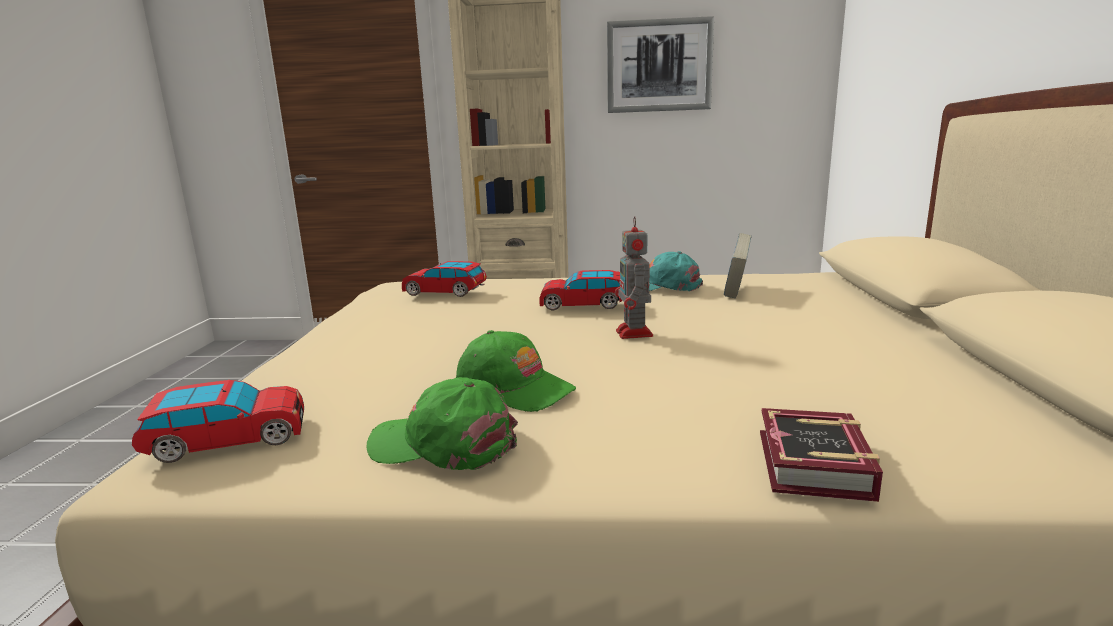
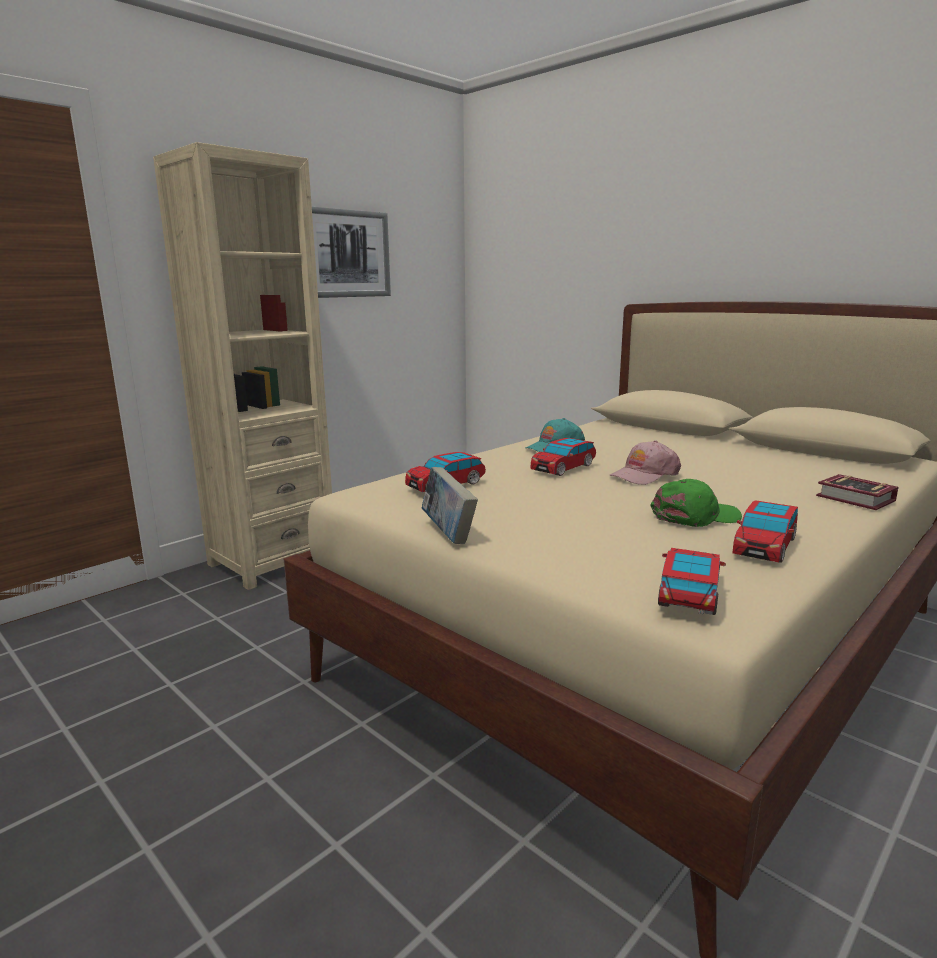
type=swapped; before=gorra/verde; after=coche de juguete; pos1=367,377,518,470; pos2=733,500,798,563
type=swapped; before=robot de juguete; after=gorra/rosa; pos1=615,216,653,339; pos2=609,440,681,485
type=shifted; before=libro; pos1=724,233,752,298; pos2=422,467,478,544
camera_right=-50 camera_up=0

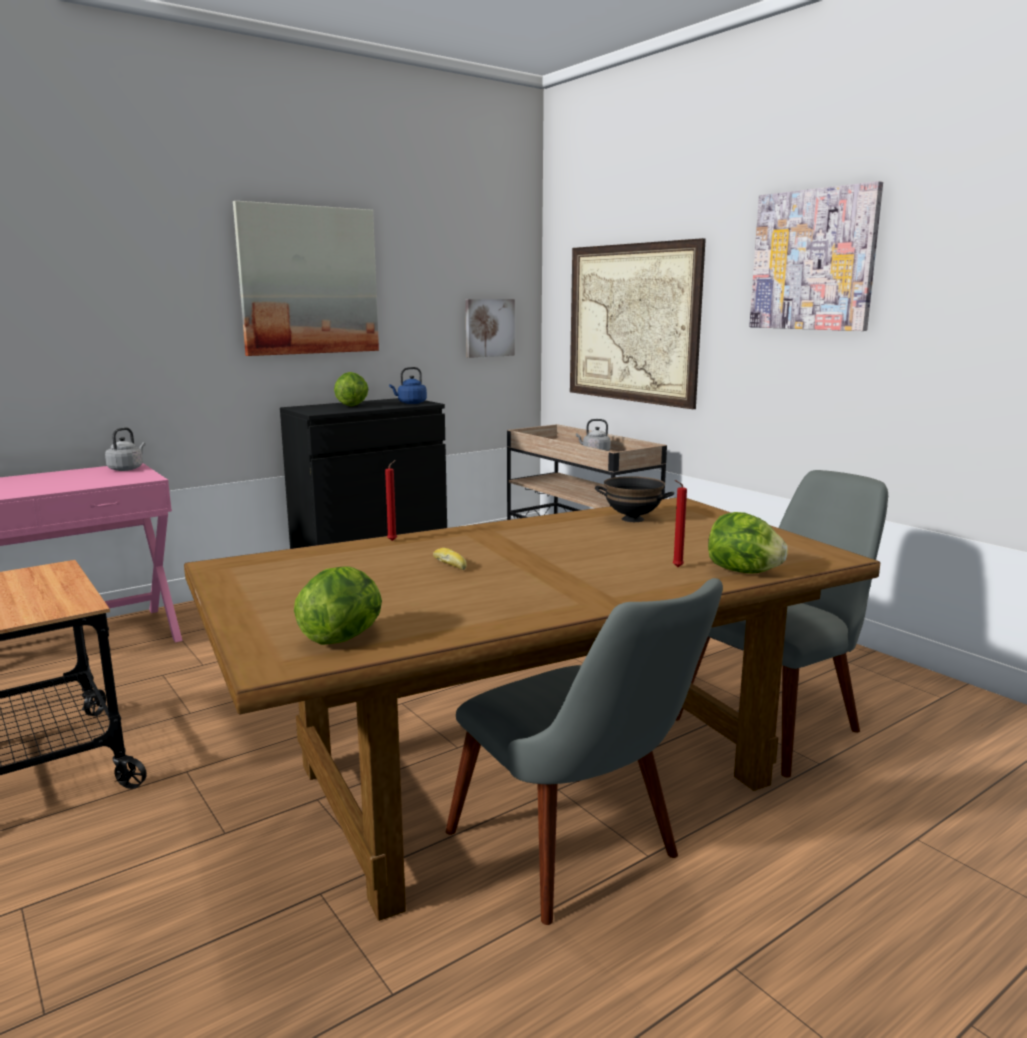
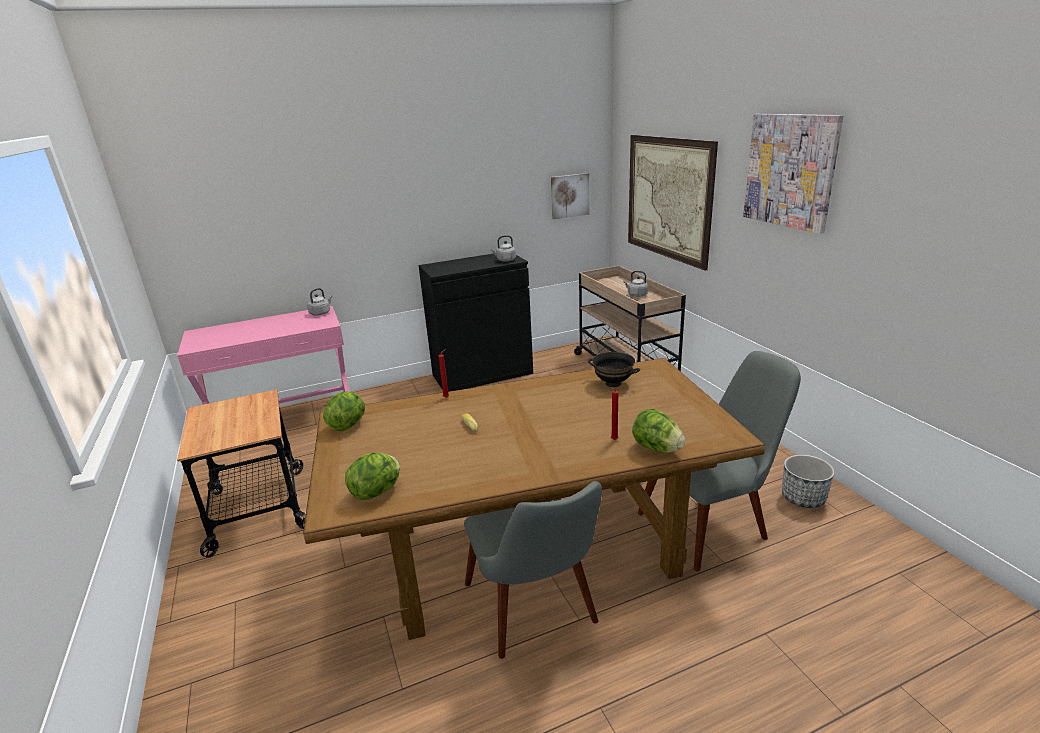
type=gone; before=cuadro; pos1=233,201,379,356
type=shifted; before=lechuga; pos1=334,372,368,407; pos2=323,391,365,431
type=repainted; before=hervidor/azul; after=hervidor/gris; pos1=389,367,427,404; pos2=490,235,516,262
type=new; after=maceta; pos2=782,455,835,508
camera_right=15 camera_up=10

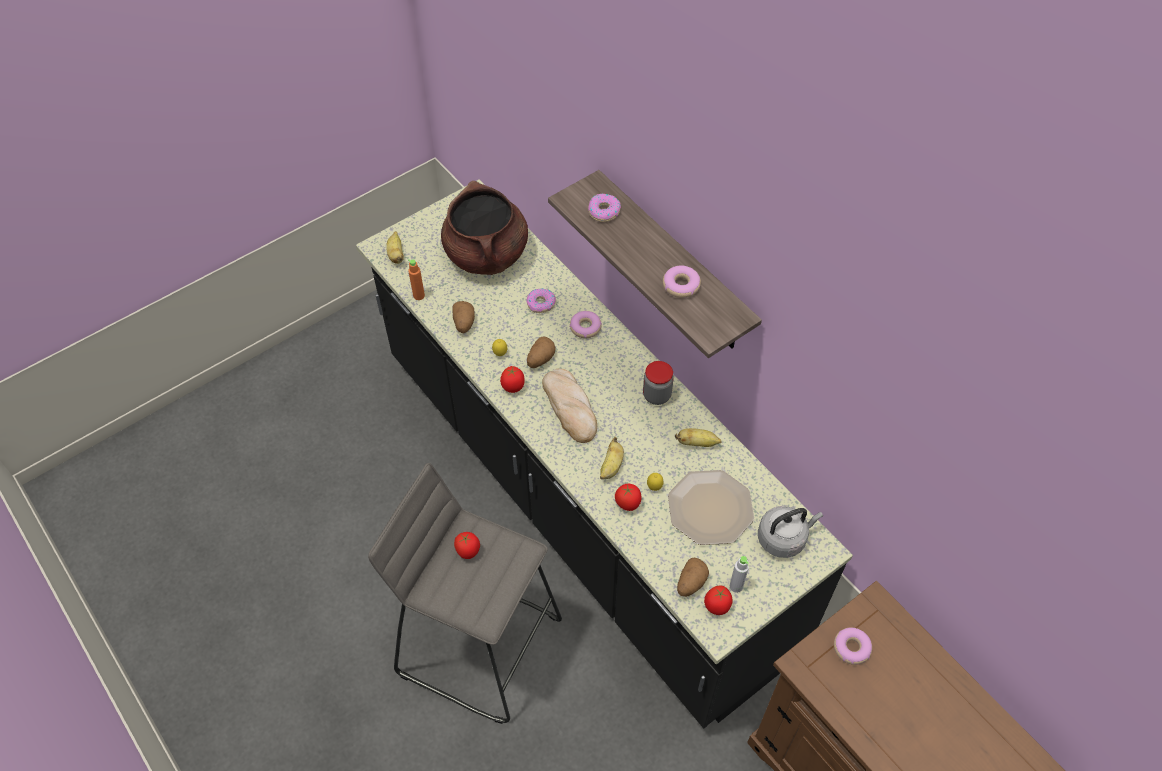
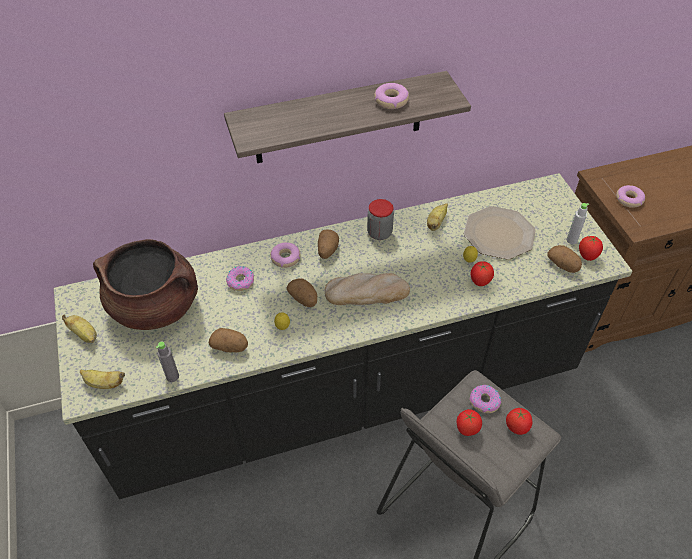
type=repainted; before=botella/naranja; after=botella/gris; pos1=408,259,425,300; pos2=156,341,179,382
type=shifted; before=tomate; pos1=500,366,525,393; pos2=506,408,532,435
type=shifted; before=rosquilla; pos1=588,193,621,222; pos2=470,385,501,413
type=shifted; before=plátano; pos1=600,437,624,479; pos2=62,315,97,343
type=gone; before=hervidor/gris; pos1=758,506,823,558
type=new; after=patata; pos2=318,229,339,259
camera_right=-70 camera_up=-5

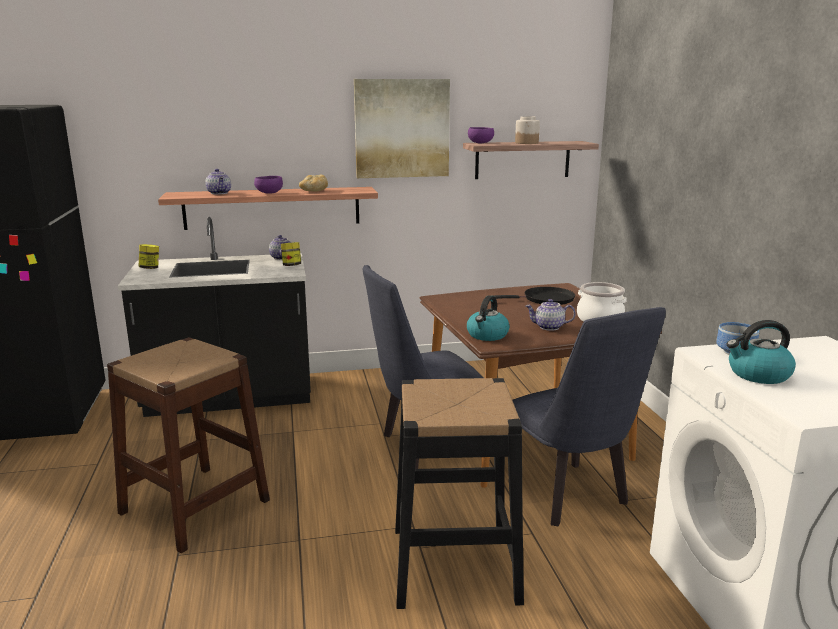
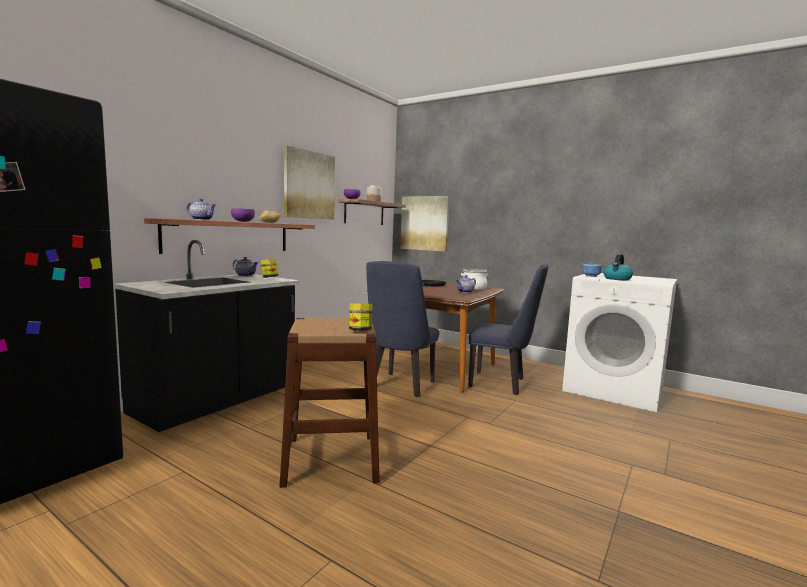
type=shifted; before=tarro; pos1=139,244,159,269; pos2=349,303,373,331
type=gone; before=taburete/negro; pos1=395,378,524,609
type=gone; before=hervidor; pos1=467,295,509,341
type=new; after=cuadro; pos2=400,196,450,252
camera_right=-45 camera_up=-10

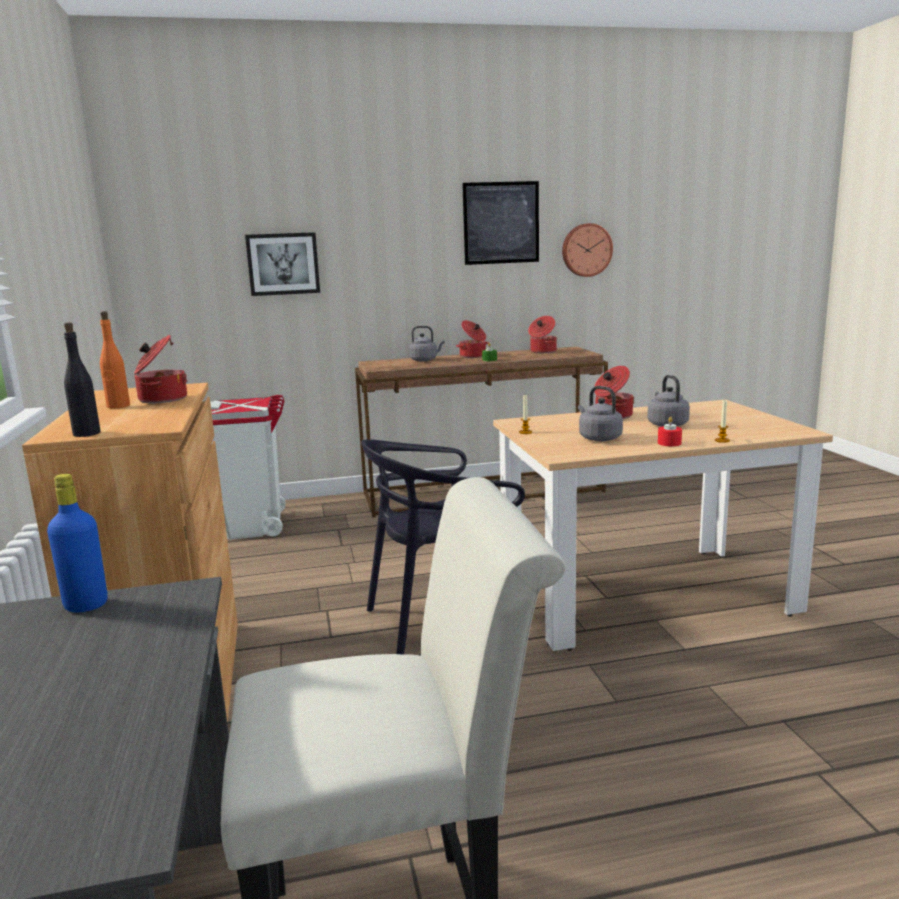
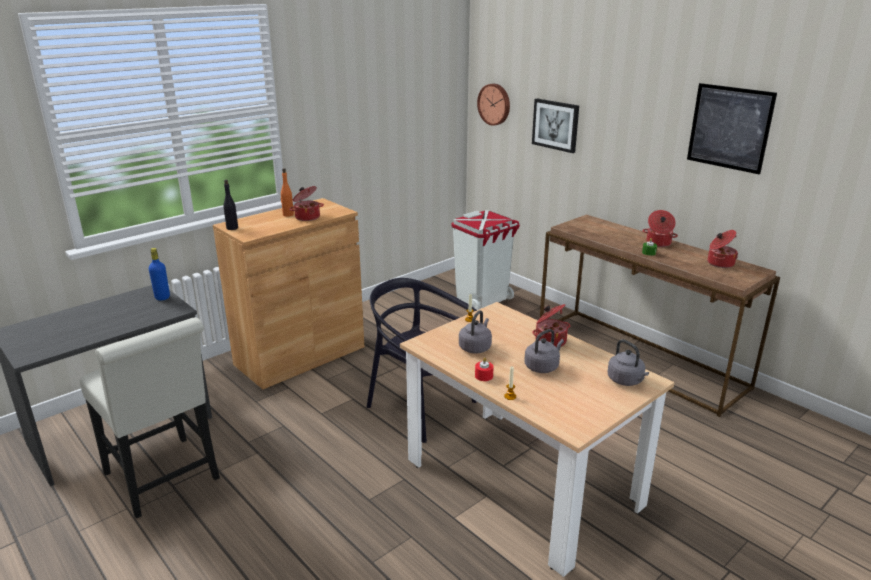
type=shifted; before=hervidor/gris; pos1=409,326,445,361; pos2=608,339,649,386
type=shifted; before=reloj de pared; pos1=562,223,613,277; pos2=477,84,510,126
camera_right=60 camera_up=10

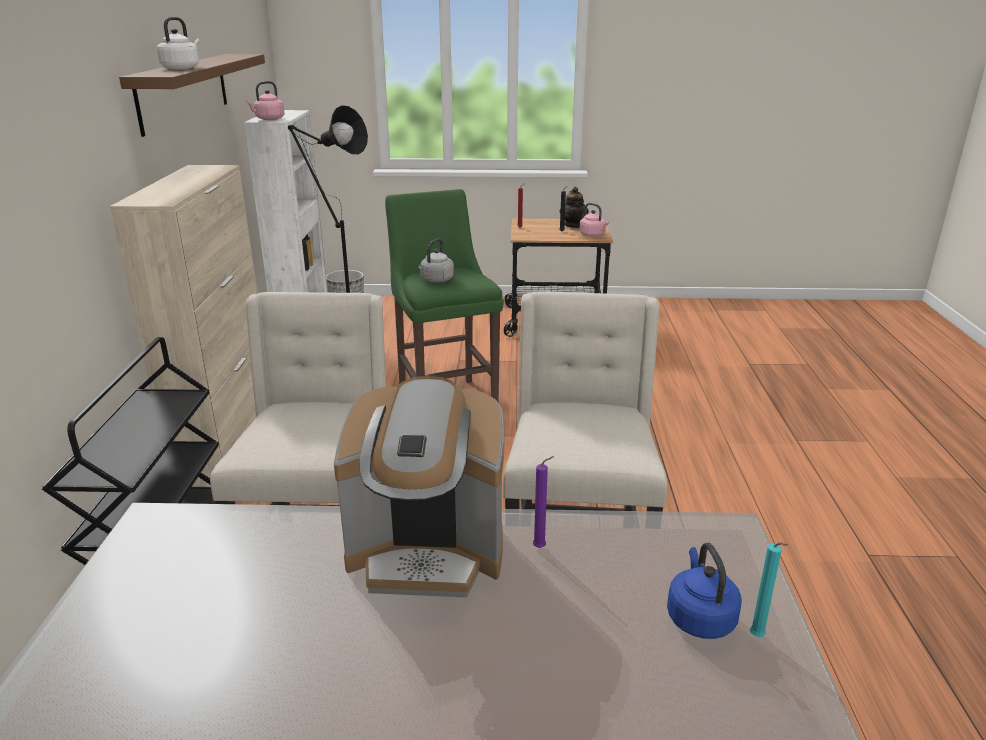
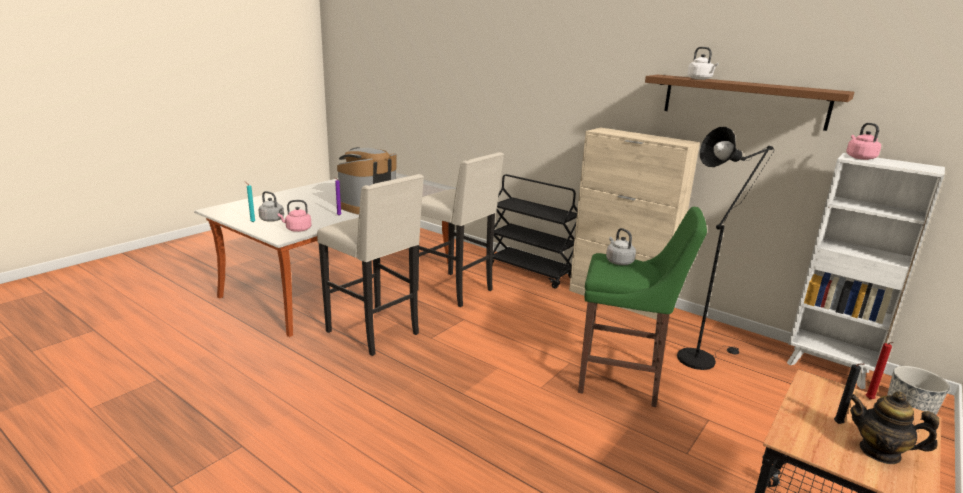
type=shifted; before=hervidor/rosa; pos1=579,203,609,237; pos2=278,200,312,232
type=repainted; before=hervidor/azul; after=hervidor/gris; pos1=667,543,742,639; pos2=259,191,284,222
camera_right=125 camera_up=-5

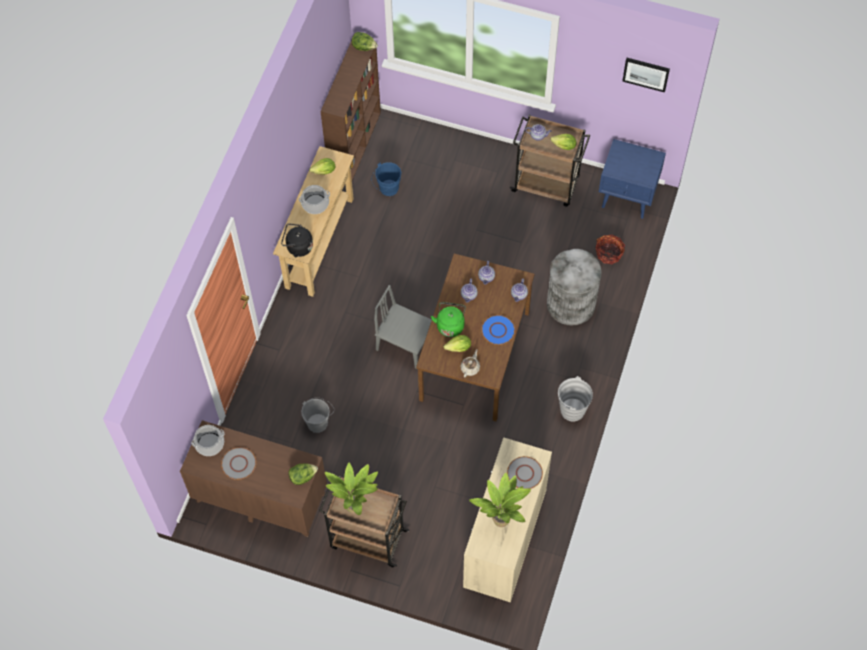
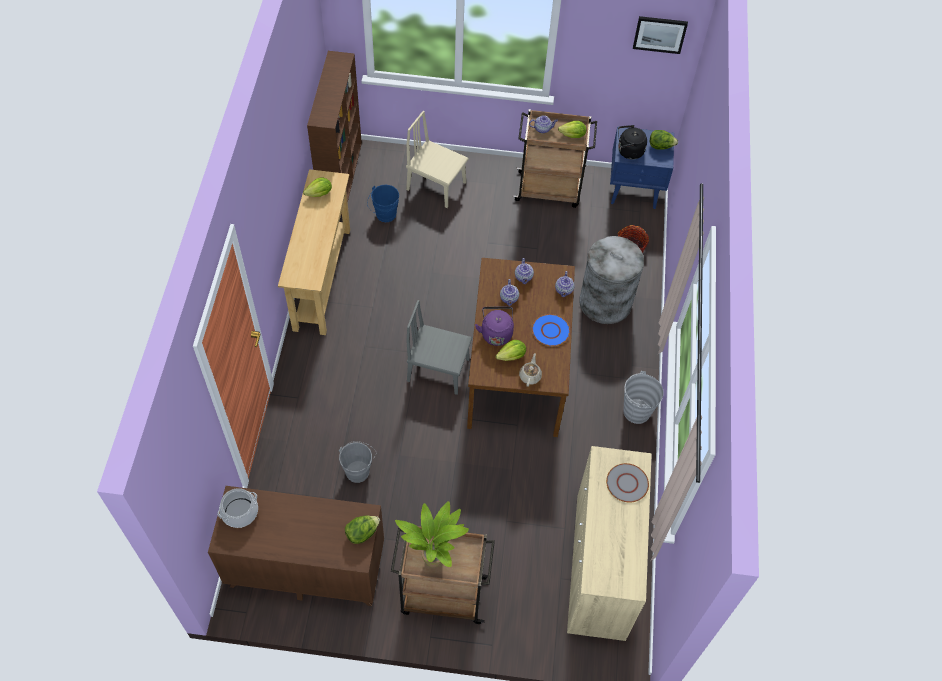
type=gone; before=plato/gris; pos1=221,447,256,480
type=shifted; before=hervidor/negro; pos1=281,223,313,257; pos2=618,125,647,160
type=gone; before=olla; pos1=299,185,330,214
type=shifted; before=lechuga; pos1=352,32,378,51; pos2=650,130,678,150
type=repainted; before=hervidor/verde; after=hervidor/morado; pos1=431,302,466,337; pos2=475,306,514,346
type=gone; before=planta en maceta; pos1=469,473,531,527
type=new; after=silla/beis; pos2=406,111,469,208
camera_right=-15 camera_up=-5

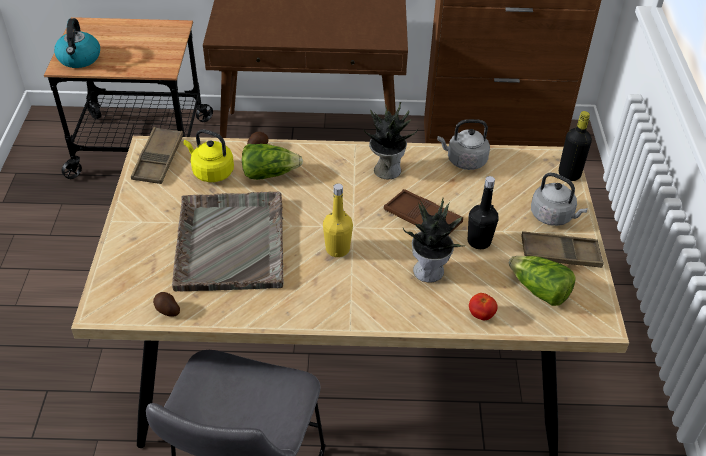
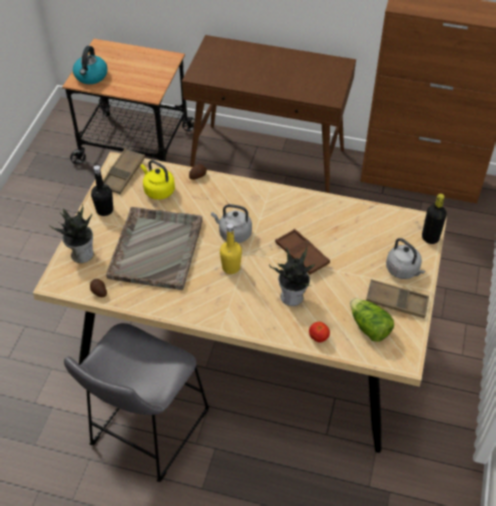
type=gone; before=lechuga; pos1=242,144,303,180
type=shifted; before=planta en maceta; pos1=364,102,418,179; pos2=49,203,94,263
type=shifted; before=hervidor/gris; pos1=437,119,490,170; pos2=211,204,252,243
type=shifted; before=botella/negro; pos1=468,176,498,249; pos2=91,165,113,216
camera_right=15 camera_up=5

